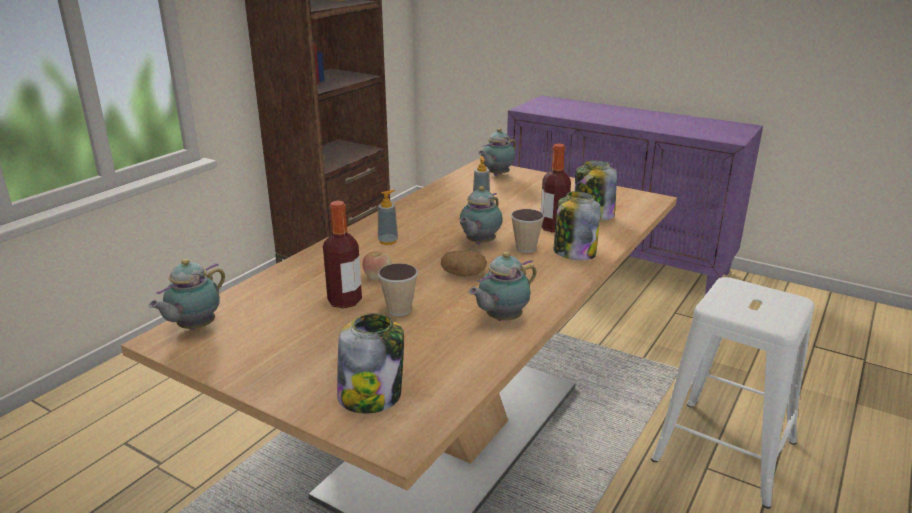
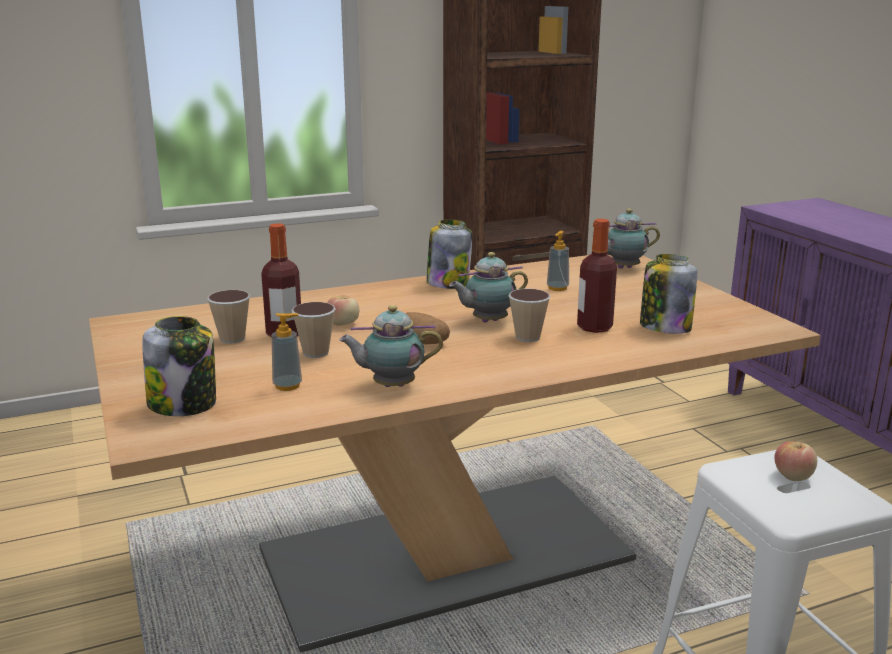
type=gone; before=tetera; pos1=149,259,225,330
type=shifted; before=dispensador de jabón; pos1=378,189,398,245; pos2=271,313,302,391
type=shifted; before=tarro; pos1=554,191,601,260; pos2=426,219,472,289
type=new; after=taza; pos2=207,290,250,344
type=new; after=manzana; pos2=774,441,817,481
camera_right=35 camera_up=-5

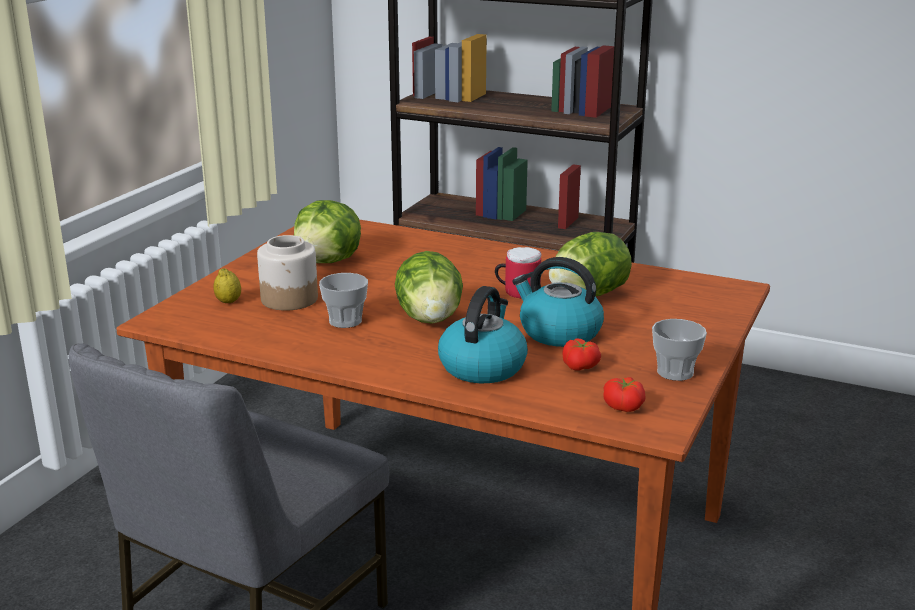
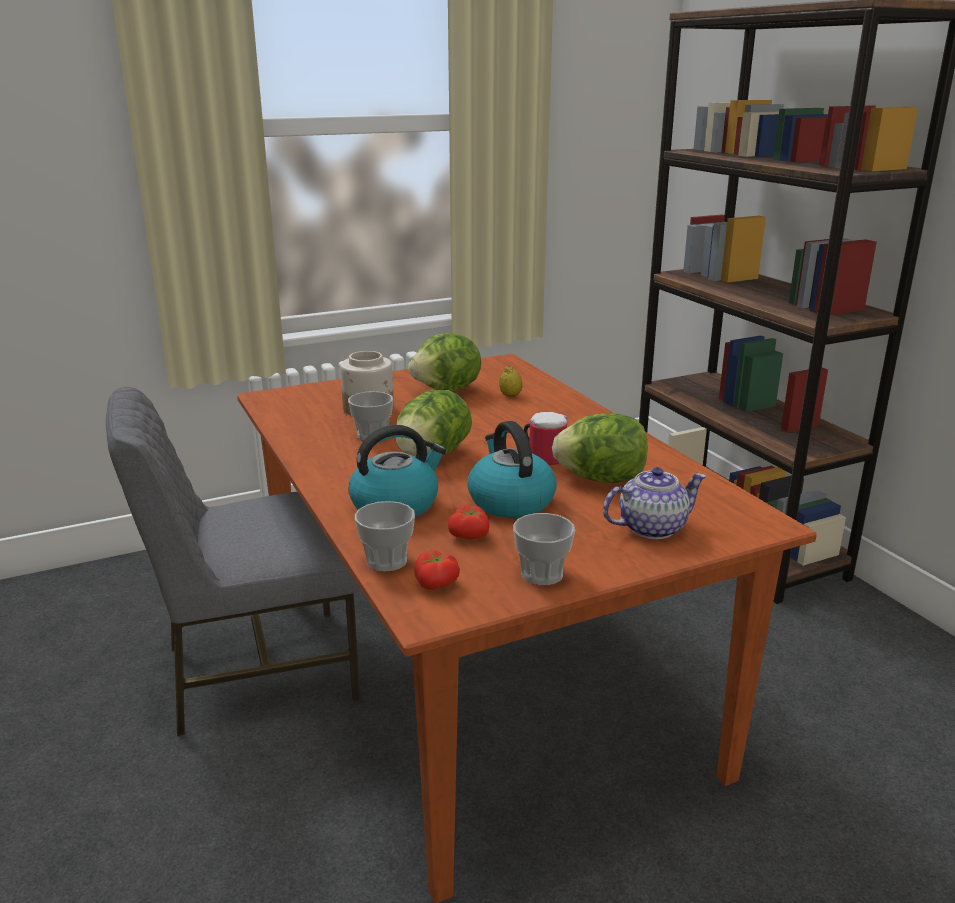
type=shifted; before=limón; pos1=213,268,241,303; pos2=499,366,523,397
type=new; after=taza; pos2=355,501,415,572
type=new; after=tetera; pos2=603,467,707,539
camera_right=40 camera_up=0

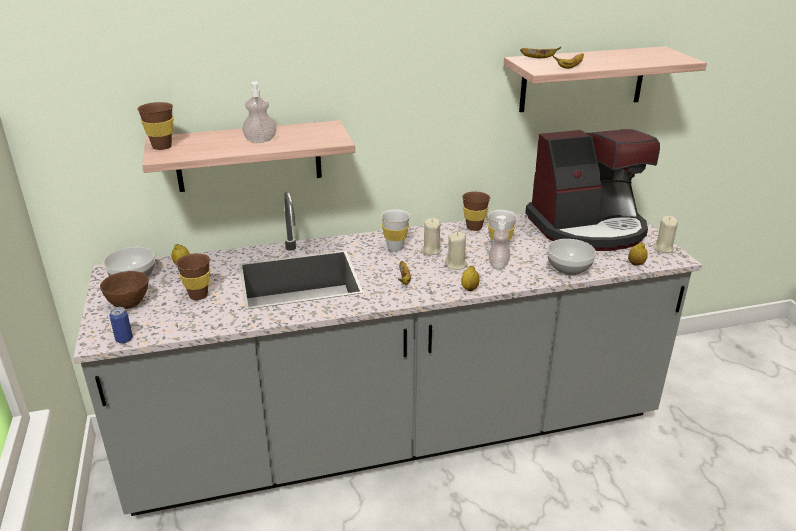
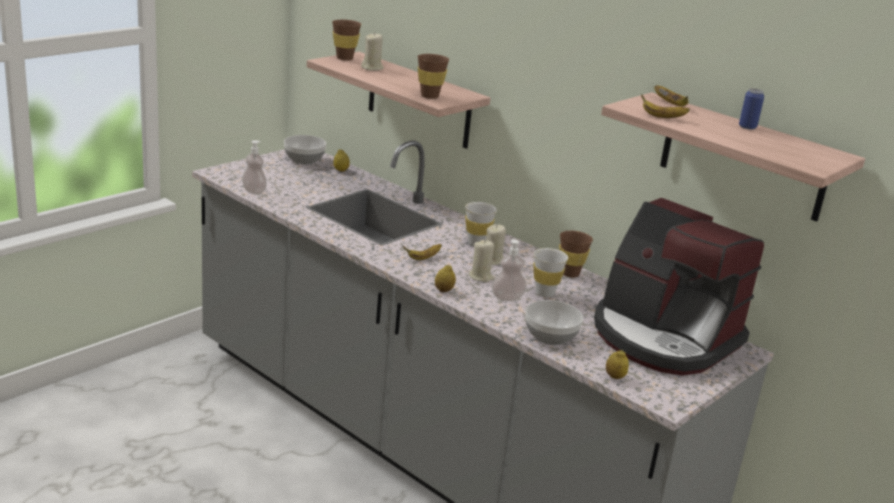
type=gone; before=cuenco/marrón; pos1=100,271,149,309
type=shifted; before=lata; pos1=109,307,133,344; pos2=739,88,764,130
type=shifted; before=taza/marrón; pos1=176,253,210,300; pos2=417,54,449,99
type=shifted; before=dispensador de jabón; pos1=242,82,277,143; pos2=242,140,267,195
type=shifted; before=vela/beis; pos1=653,216,678,253; pos2=361,32,384,71
camera_right=55 camera_up=-5

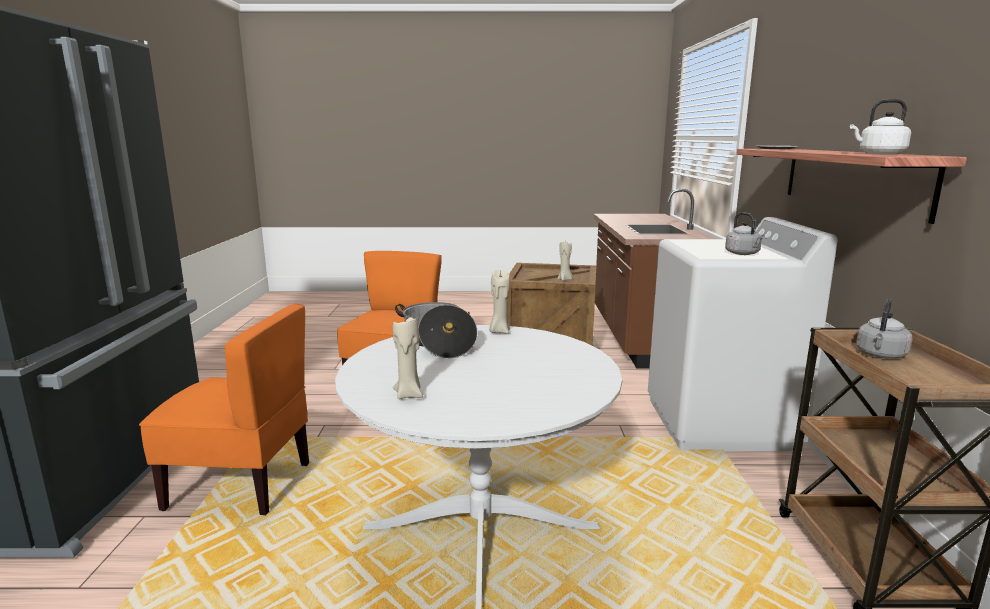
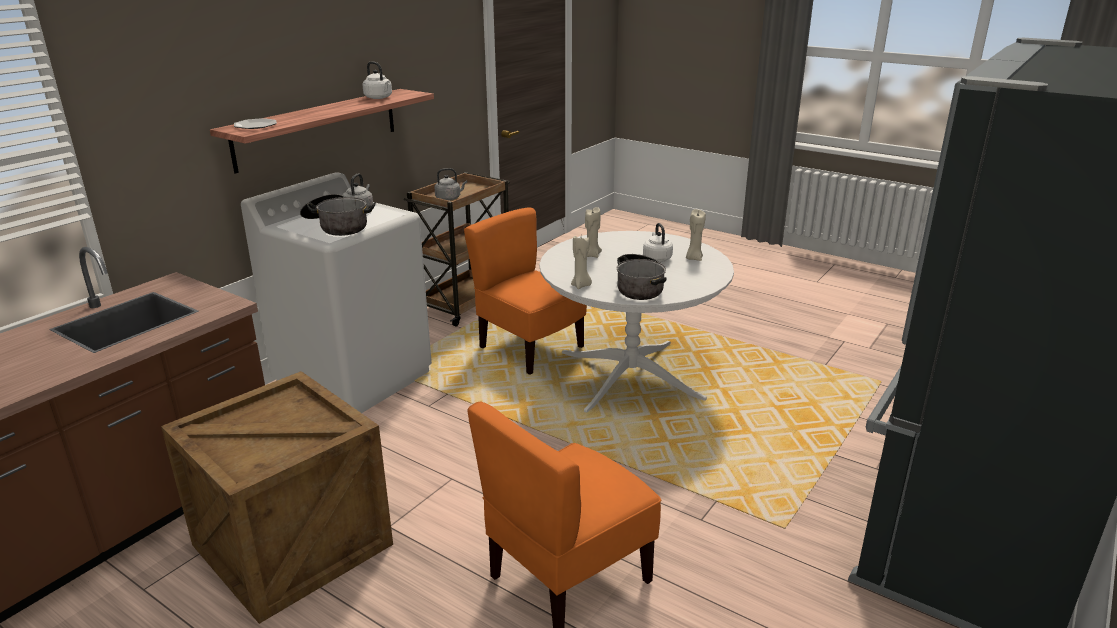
type=shifted; before=silla/naranja; pos1=139,304,309,515; pos2=464,207,587,375
type=shifted; before=vela/beis; pos1=557,242,573,281; pos2=585,207,602,258
type=new; after=olla; pos2=300,194,376,236
type=new; after=hervidor/blanco; pos2=643,223,673,262
camera_right=-145 camera_up=10

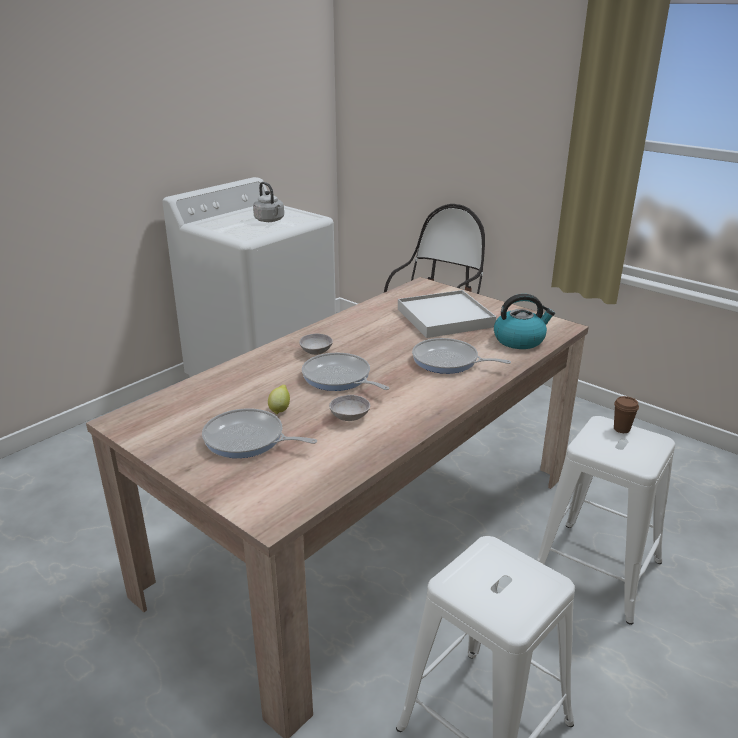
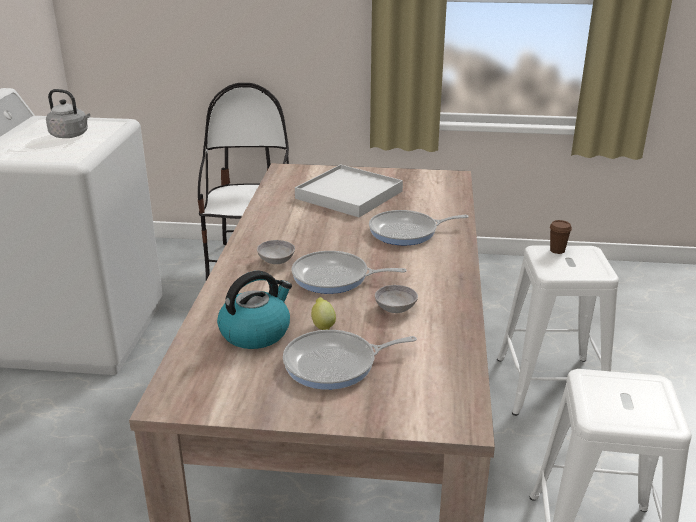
type=shifted; before=hervidor; pos1=494,294,555,349; pos2=217,271,292,349
camera_right=-35 camera_up=0

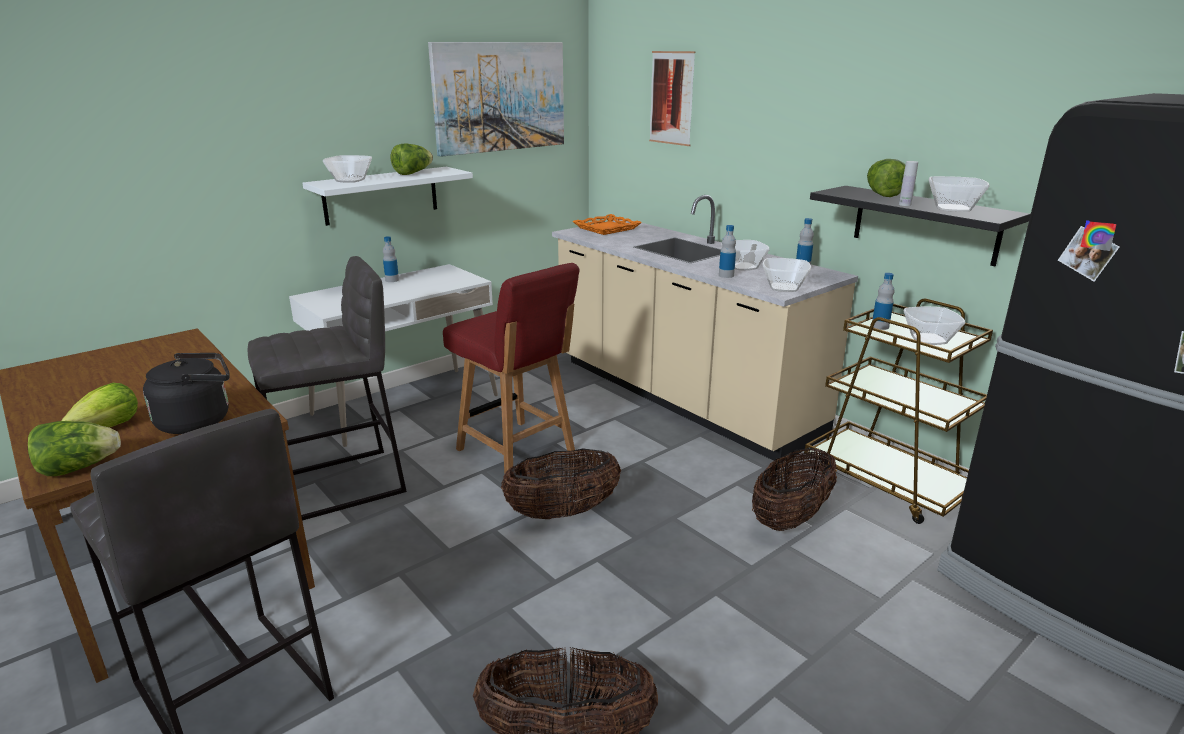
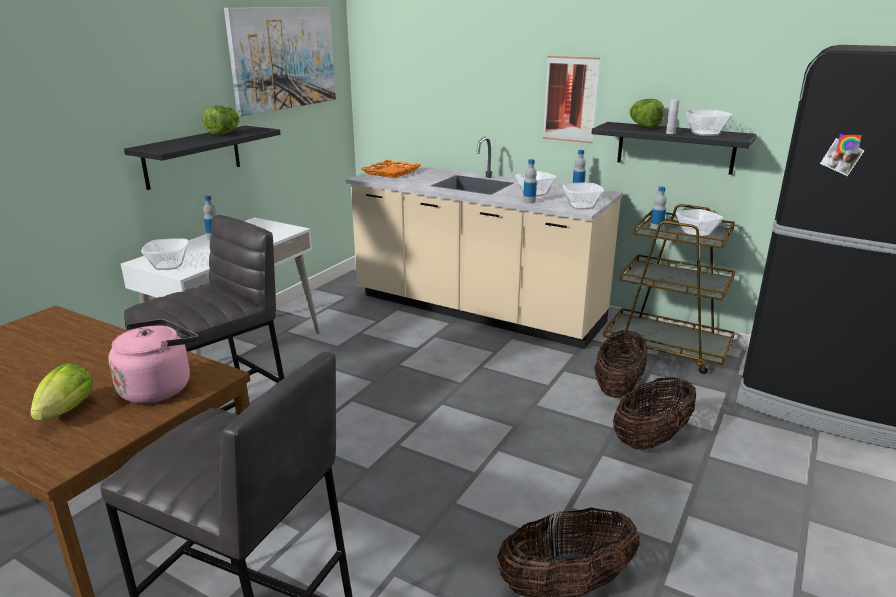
type=gone; before=lechuga; pos1=28,421,121,476
type=repainted; before=hervidor/negro; after=hervidor/rosa; pos1=143,353,230,434; pos2=108,319,198,403
type=repainted; before=estante/blanco; after=estante/negro; pos1=302,167,473,226; pos2=124,126,280,190
type=shifted; before=cuenco; pos1=323,155,372,183; pos2=141,238,189,270
type=gone; before=silla/rojo; pos1=443,263,580,475
type=shifted; before=cesta; pos1=501,449,621,519; pos2=613,377,696,450
type=shifted; before=cuadro; pos1=649,51,695,146; pos2=543,56,600,143
camera_right=-20 camera_up=0

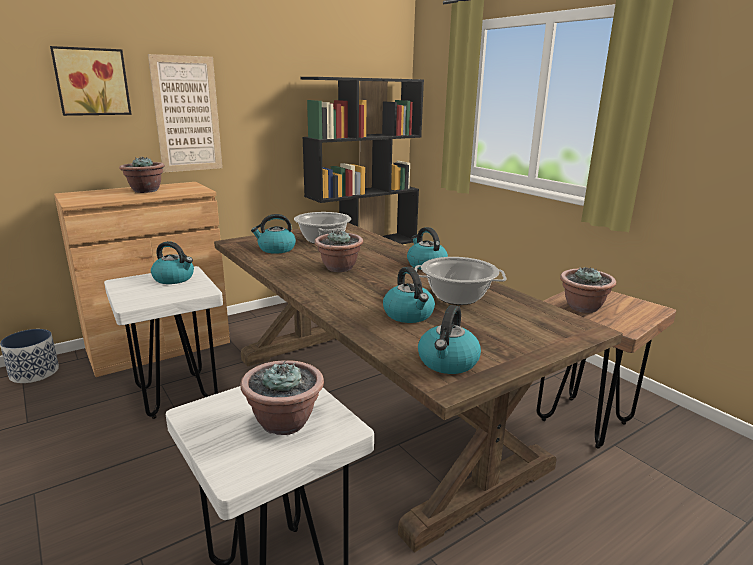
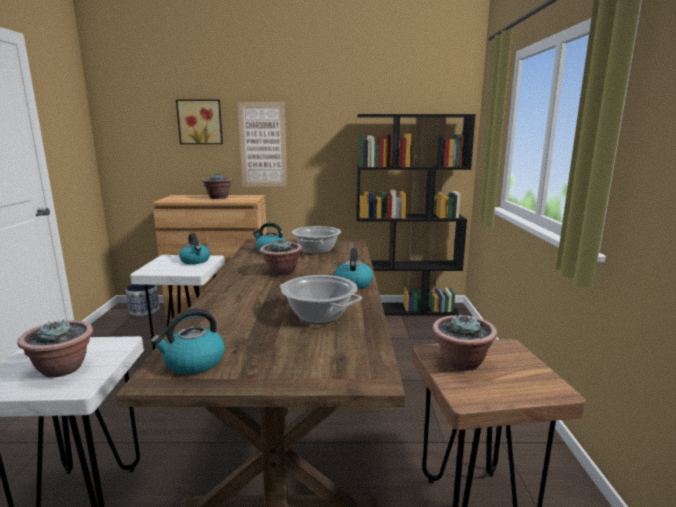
type=gone; before=hervidor; pos1=383,267,435,323
camera_right=35 camera_up=-5

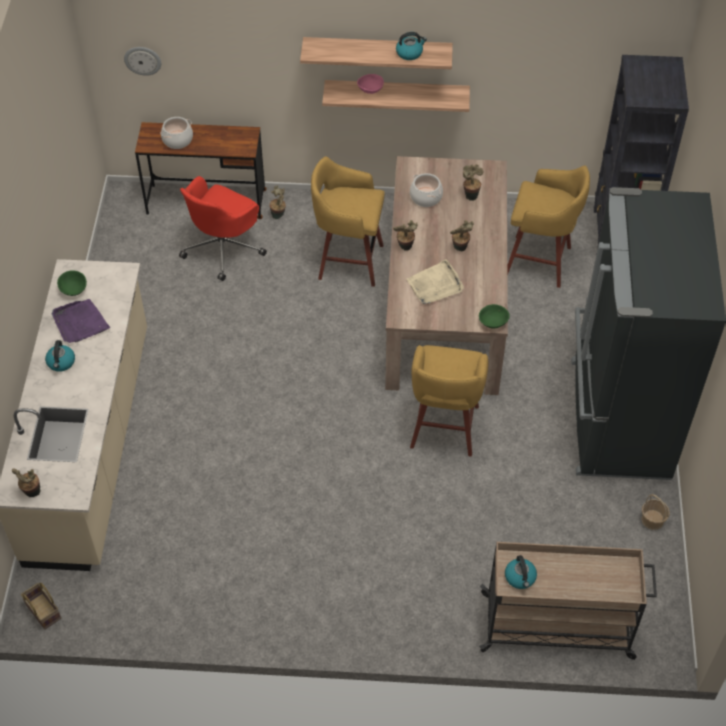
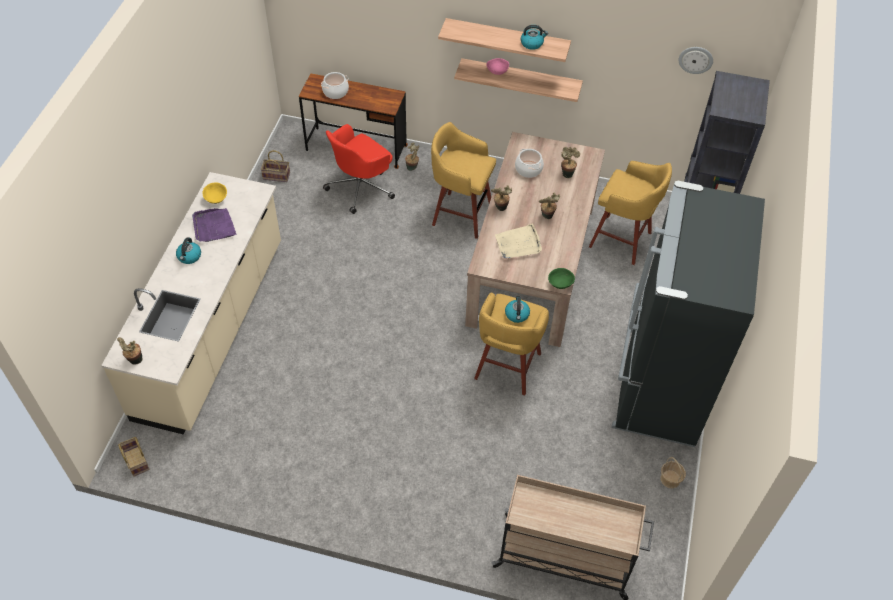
type=repainted; before=cuenco/verde; after=cuenco/amarillo; pos1=57,270,87,296; pos2=202,182,227,204
type=shifted; before=reloj de pared; pos1=124,47,161,76; pos2=679,47,713,74
type=shifted; before=hervidor; pos1=505,555,537,589; pos2=505,296,530,323
type=new; after=cesta; pos2=261,150,290,182
camera_right=10 camera_up=0

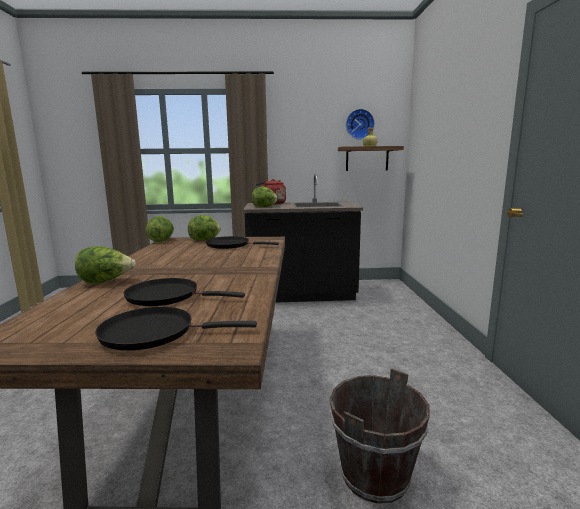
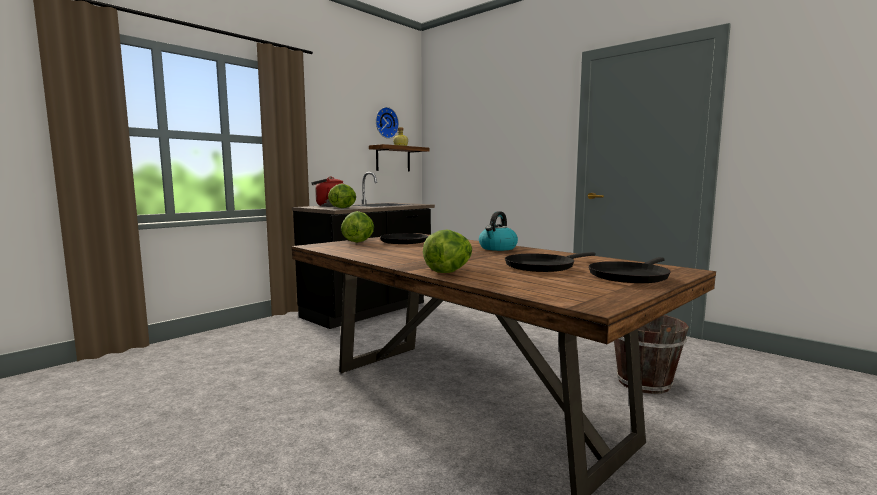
type=gone; before=lechuga; pos1=145,216,174,242
type=new; after=hervidor; pos2=479,211,518,251
camera_right=-45 camera_up=-5

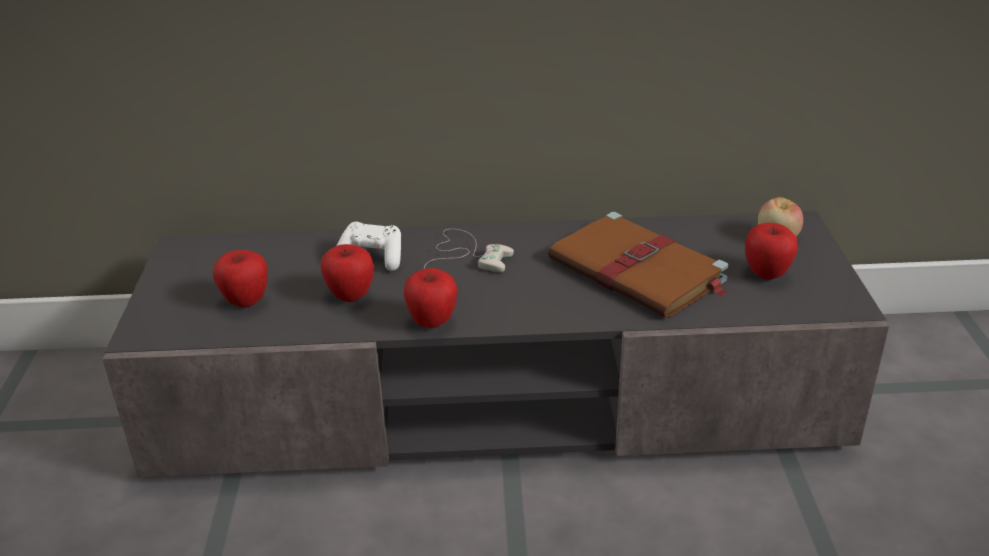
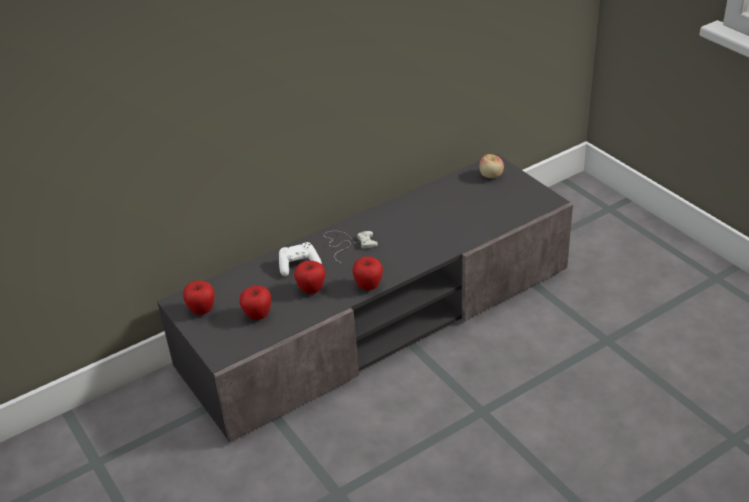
type=gone; before=libro/marrón; pos1=548,212,729,318
type=shifted; before=manzana; pos1=745,223,798,280; pos2=183,280,215,315
camera_right=-30 camera_up=5

